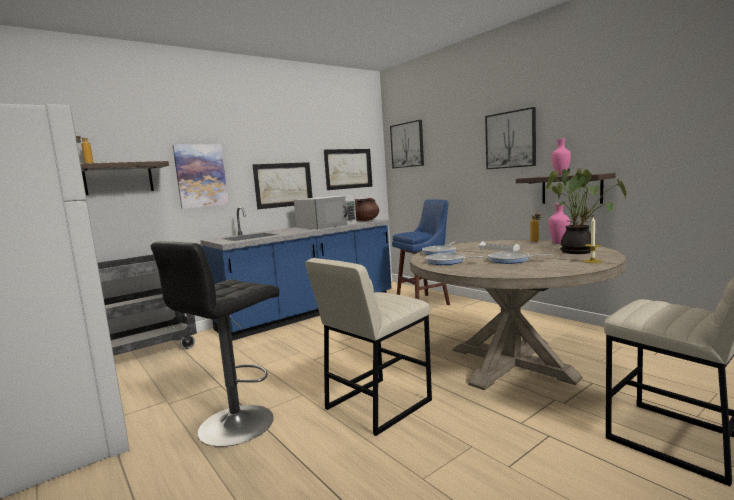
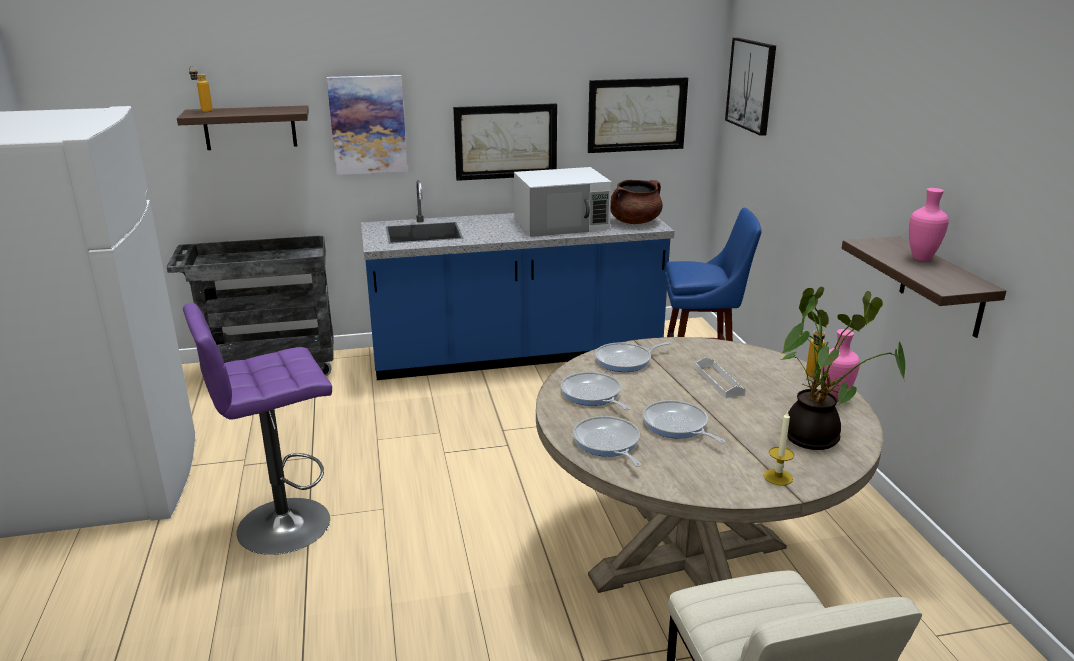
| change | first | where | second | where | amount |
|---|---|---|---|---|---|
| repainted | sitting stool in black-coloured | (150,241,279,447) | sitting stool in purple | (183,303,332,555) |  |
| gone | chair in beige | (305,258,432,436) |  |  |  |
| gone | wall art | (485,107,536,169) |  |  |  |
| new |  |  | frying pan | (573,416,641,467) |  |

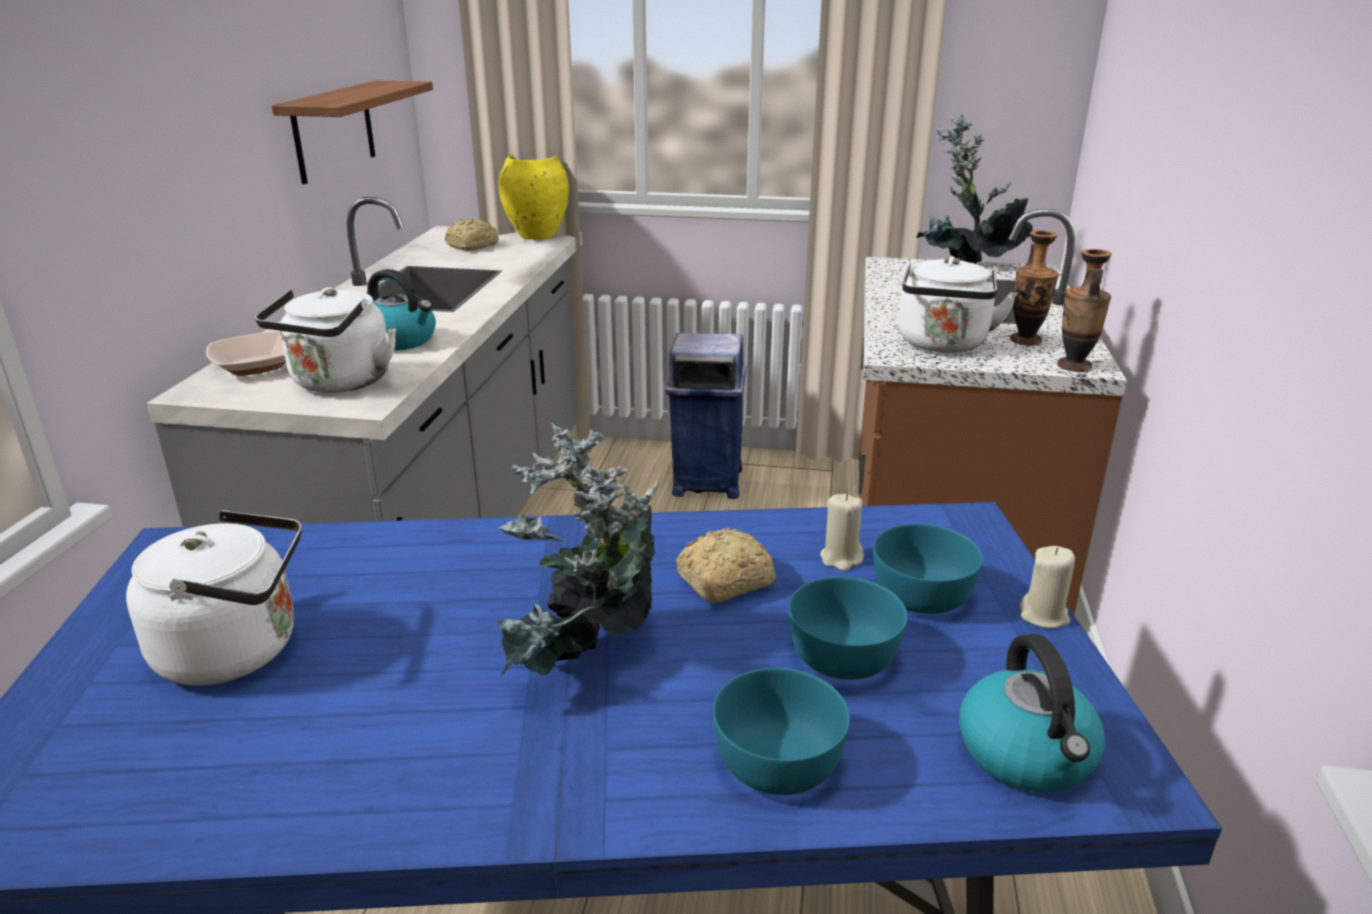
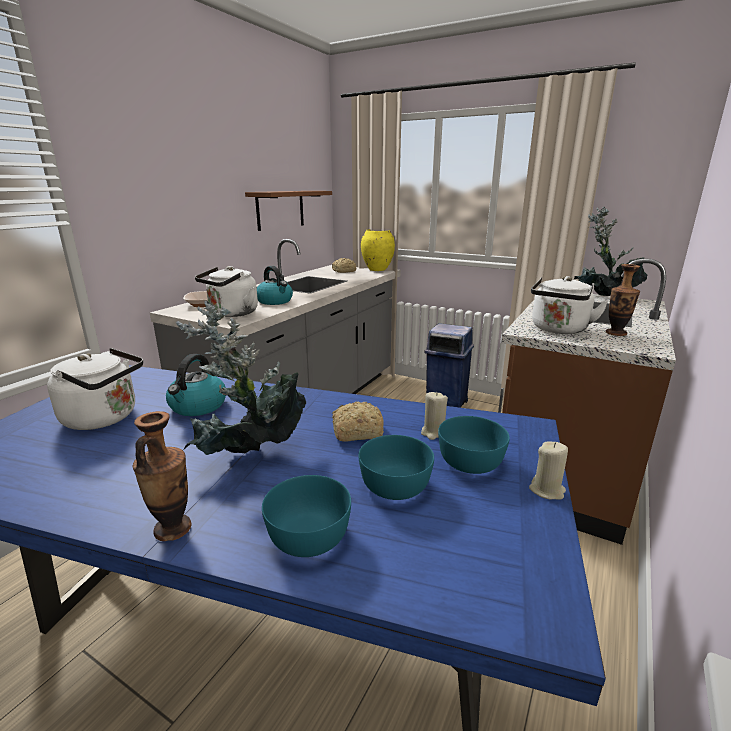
| change | first | where | second | where | amount |
|---|---|---|---|---|---|
| shifted | kettle | (959,634,1105,792) |  | (166,354,226,416) |  |
| shifted | vase | (1057,249,1112,372) |  | (133,411,192,541) |  |

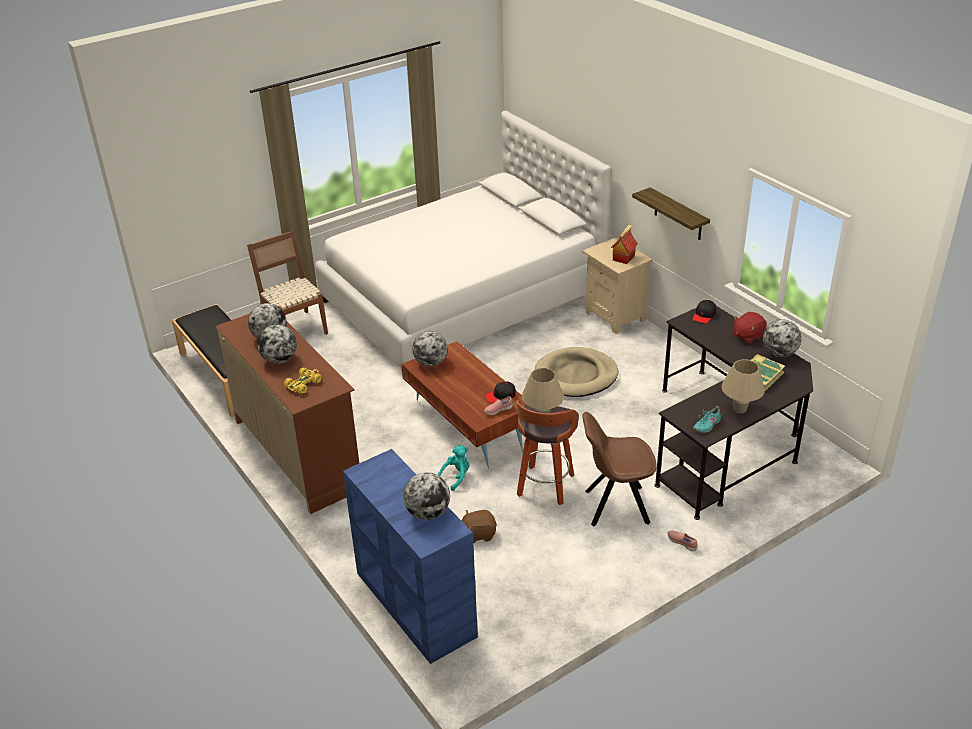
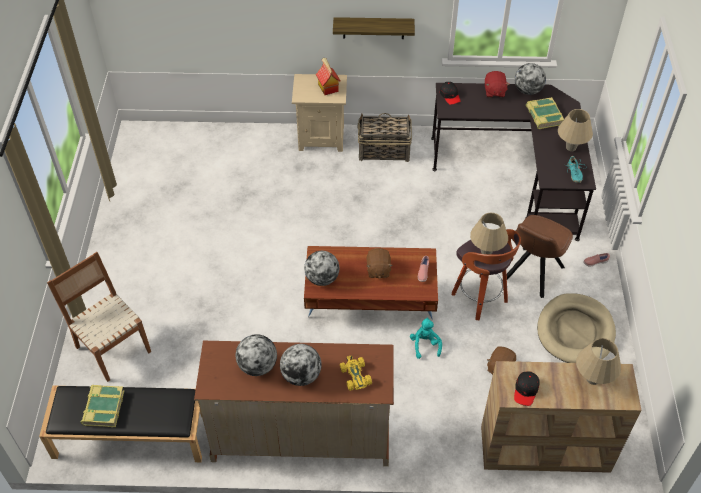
| change | first | where | second | where | amount |
|---|---|---|---|---|---|
| rotated | chair | (247,230,328,335) |  | (47,252,151,382) | 45 degrees clockwise |
| gone | bed in white-coloured | (315,111,612,369) |  |  |  |
| repainted | bookshelf in blue-coloured | (343,449,478,664) | bookshelf in brownish | (481,361,642,473) |  |
| swapped | world globe | (403,472,450,520) | table lamp in beige | (576,338,621,385) |  |
| shifted | peaked cap in black-coloured | (485,382,516,403) |  | (514,371,540,406) |  |
| shifted | dog cushion in beige | (535,347,619,397) |  | (537,293,616,363) |  |
| new |  |  | book | (81,385,124,427) |  |
| new |  |  | storage basket | (357,113,412,162) |  |
| new |  |  | cuddly toy in brownish | (366,248,393,279) |  |

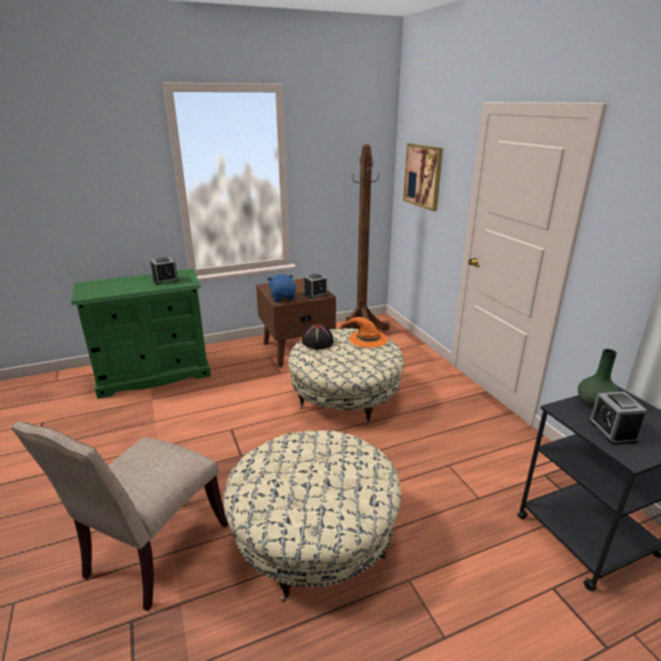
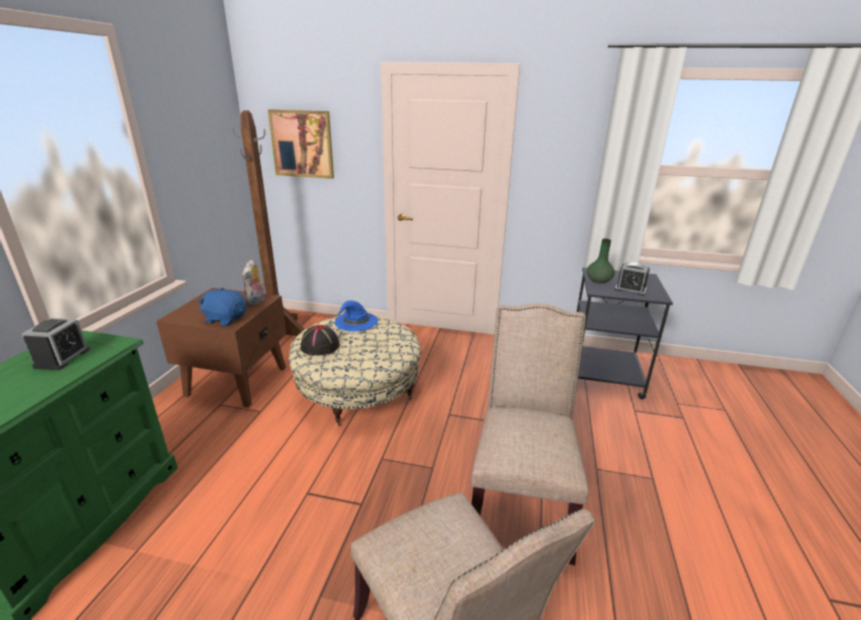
| change | first | where | second | where | amount |
|---|---|---|---|---|---|
| swapped | ottoman in beige | (223,430,401,601) | chair in beige | (471,303,589,565) |  |
| swapped | bedside clock | (304,273,328,299) | cuddly toy | (242,260,265,305) |  |
| repainted | wearable hat in orange-coloured | (342,317,388,348) | wearable hat in blue-coloured | (335,300,378,332) |  |

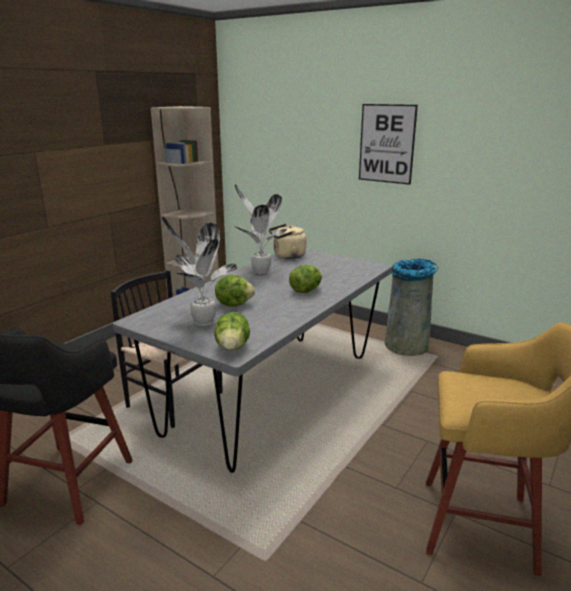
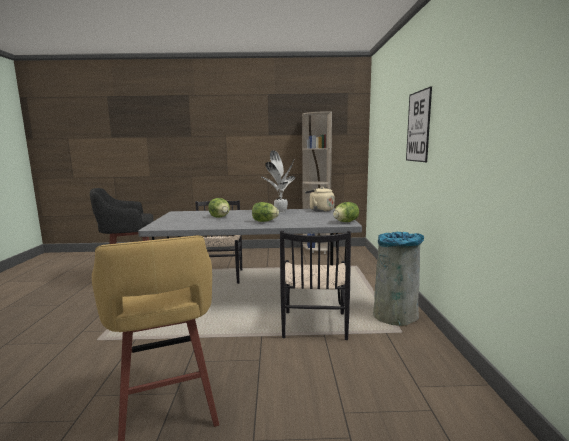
| change | first | where | second | where | amount |
|---|---|---|---|---|---|
| gone | plant in a pot | (162,217,237,326) |  |  |  |
| shifted | lettuce | (214,312,250,351) |  | (333,202,359,222) |  |
| new |  |  | chair in black-coloured | (280,230,351,340) |  |

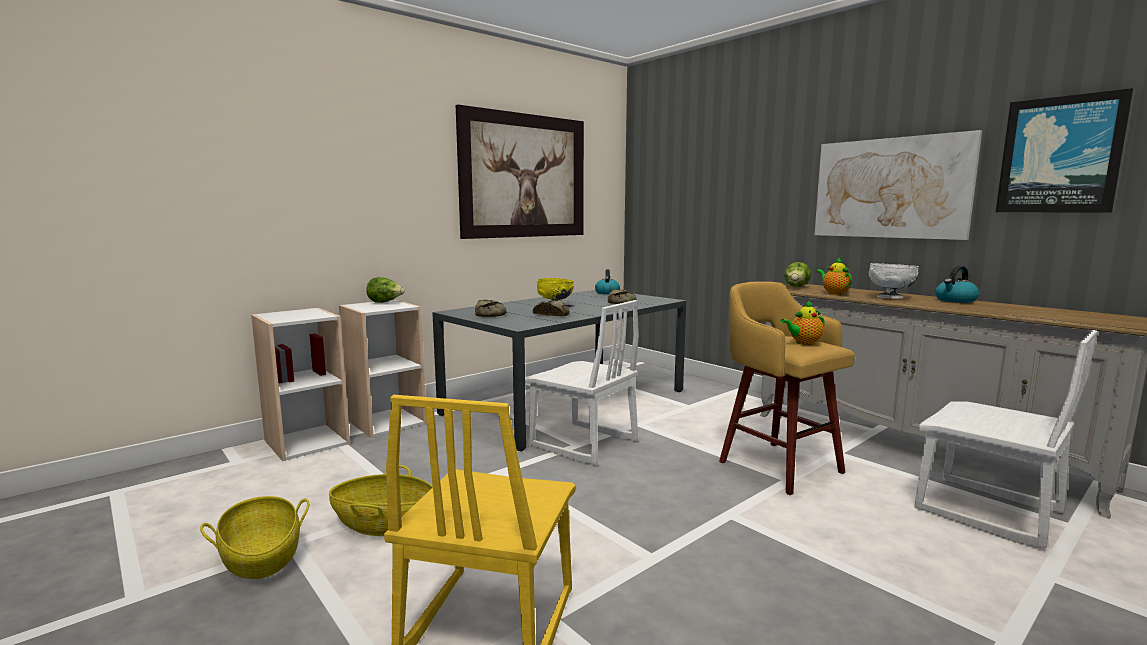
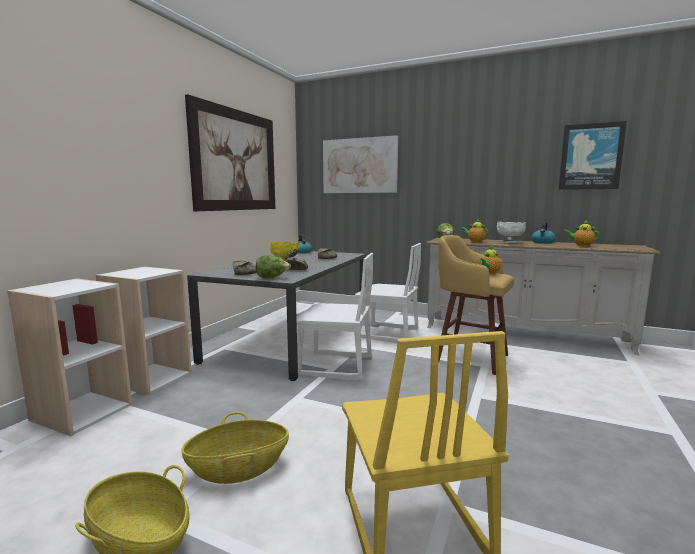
| change | first | where | second | where | amount |
|---|---|---|---|---|---|
| shifted | lettuce | (366,277,405,303) |  | (256,255,291,278) |  |
| shifted | wall art | (814,130,982,240) |  | (323,135,398,193) |  |
| shifted | chair in white-coloured | (915,330,1097,549) |  | (355,243,421,343) |  |
| new |  |  | teapot | (563,220,600,247) |  |

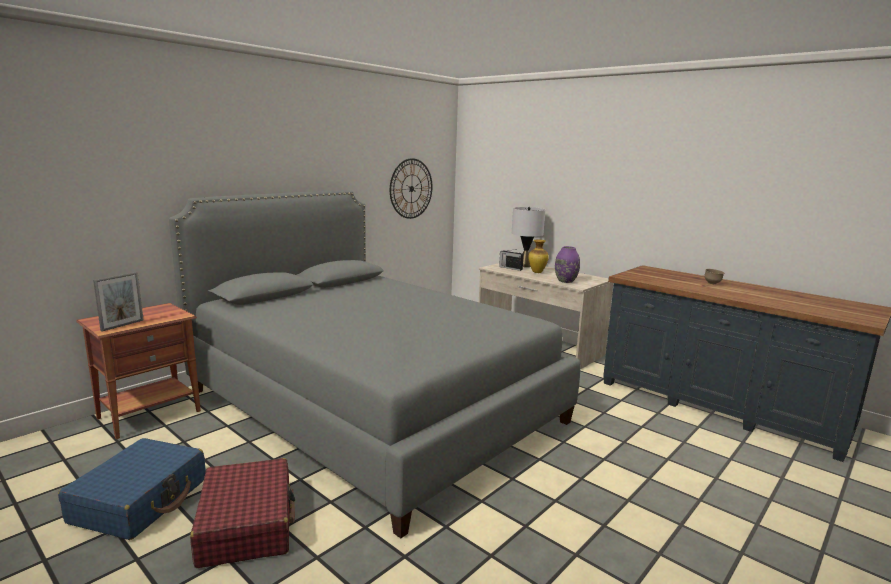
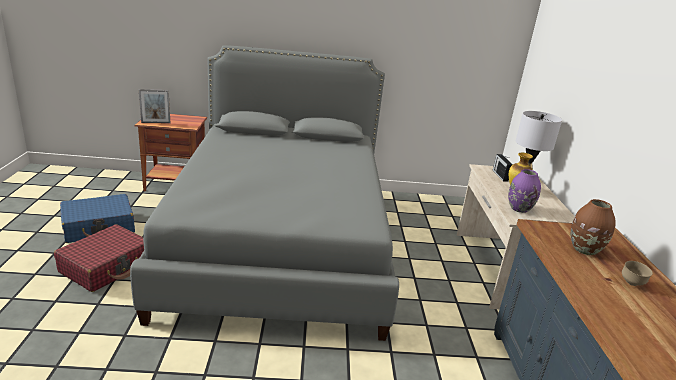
| change | first | where | second | where | amount |
|---|---|---|---|---|---|
| gone | clock on the wall | (390,158,432,219) |  |  |  |
| new |  |  | vase in brownish | (571,199,616,255) |  |

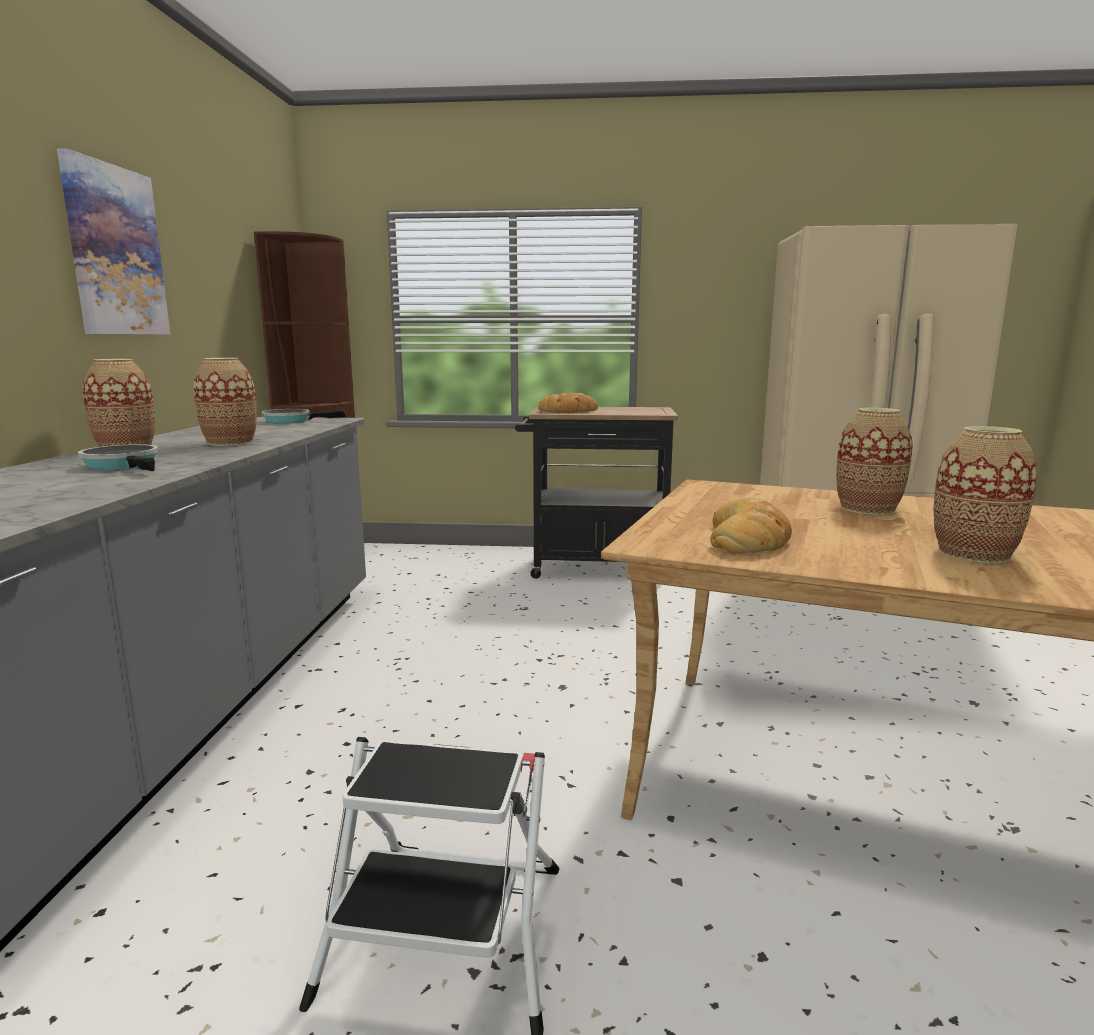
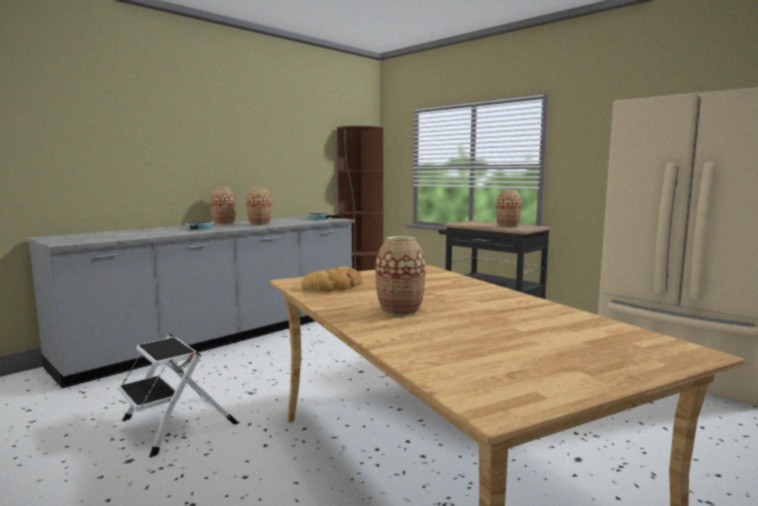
| change | first | where | second | where | amount |
|---|---|---|---|---|---|
| gone | wall art | (57,148,170,335) |  |  |  |
| gone | bread | (538,393,598,413) |  |  |  |
| shifted | vase | (836,408,913,515) |  | (496,190,522,228) |  |

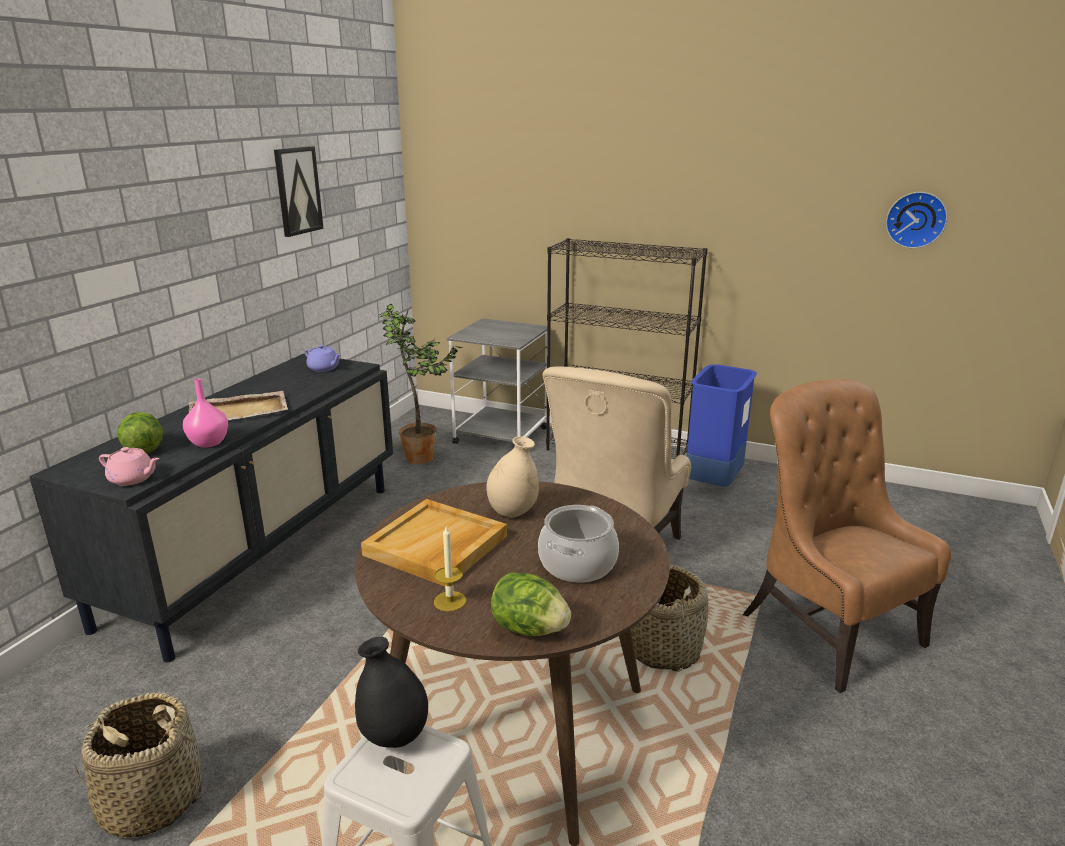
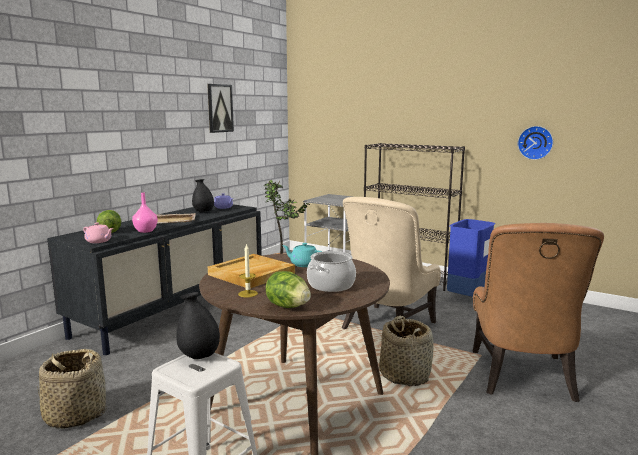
| change | first | where | second | where | amount |
|---|---|---|---|---|---|
| swapped | vase in beige | (486,436,539,517) | teapot in turquoise-coloured | (282,243,323,267) |  |
| rotated | chair in brownish | (743,379,951,693) |  | (473,223,604,402) | 150 degrees counterclockwise |
| shifted | clock on the wall | (886,192,948,248) |  | (518,126,553,160) |  |
| new |  |  | vase in black-coloured | (192,179,214,212) |  |

